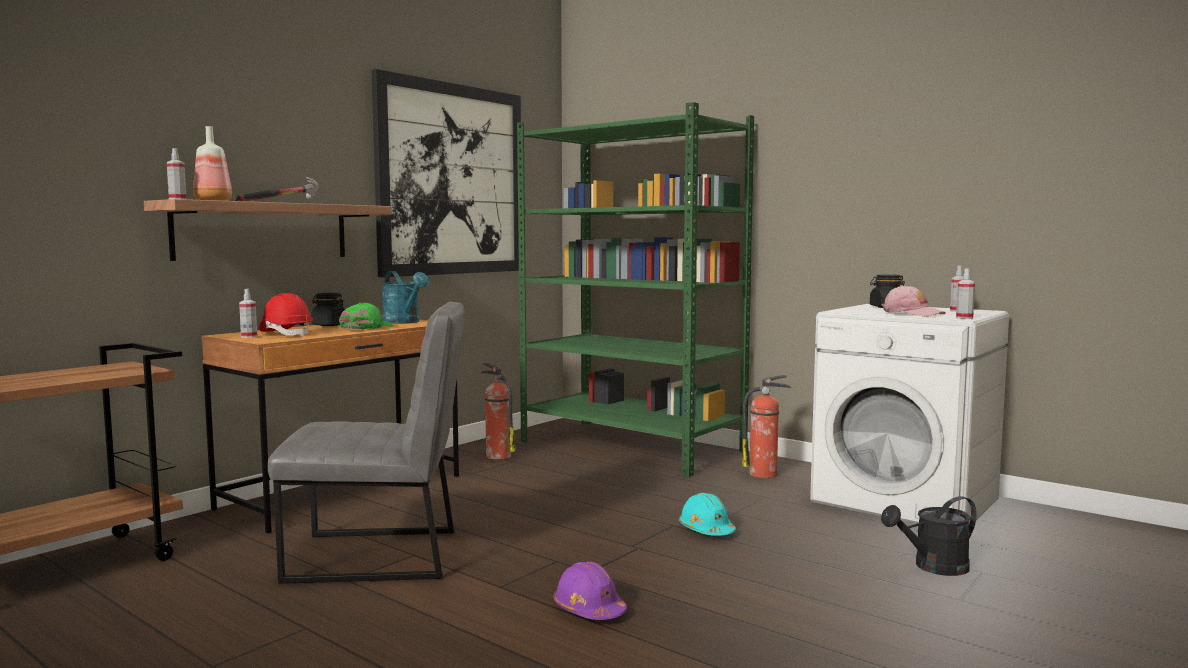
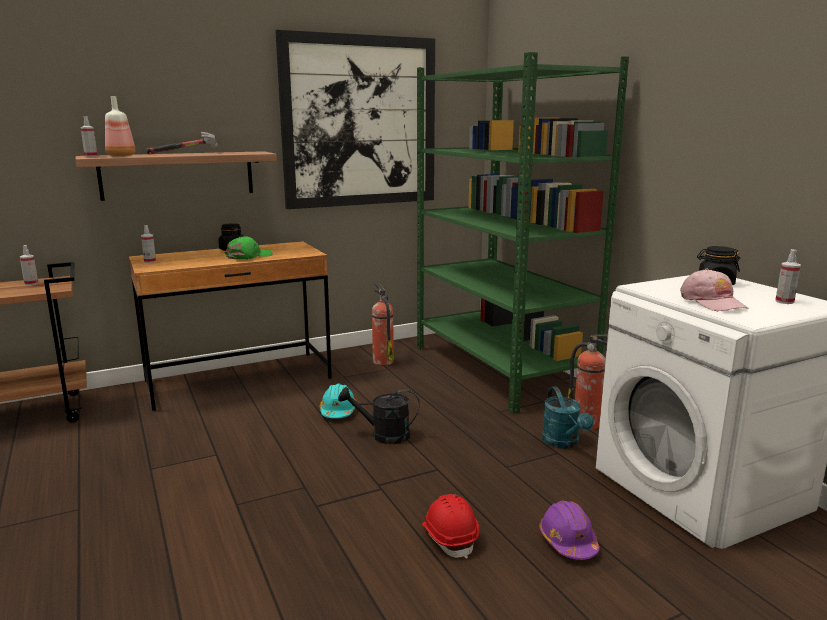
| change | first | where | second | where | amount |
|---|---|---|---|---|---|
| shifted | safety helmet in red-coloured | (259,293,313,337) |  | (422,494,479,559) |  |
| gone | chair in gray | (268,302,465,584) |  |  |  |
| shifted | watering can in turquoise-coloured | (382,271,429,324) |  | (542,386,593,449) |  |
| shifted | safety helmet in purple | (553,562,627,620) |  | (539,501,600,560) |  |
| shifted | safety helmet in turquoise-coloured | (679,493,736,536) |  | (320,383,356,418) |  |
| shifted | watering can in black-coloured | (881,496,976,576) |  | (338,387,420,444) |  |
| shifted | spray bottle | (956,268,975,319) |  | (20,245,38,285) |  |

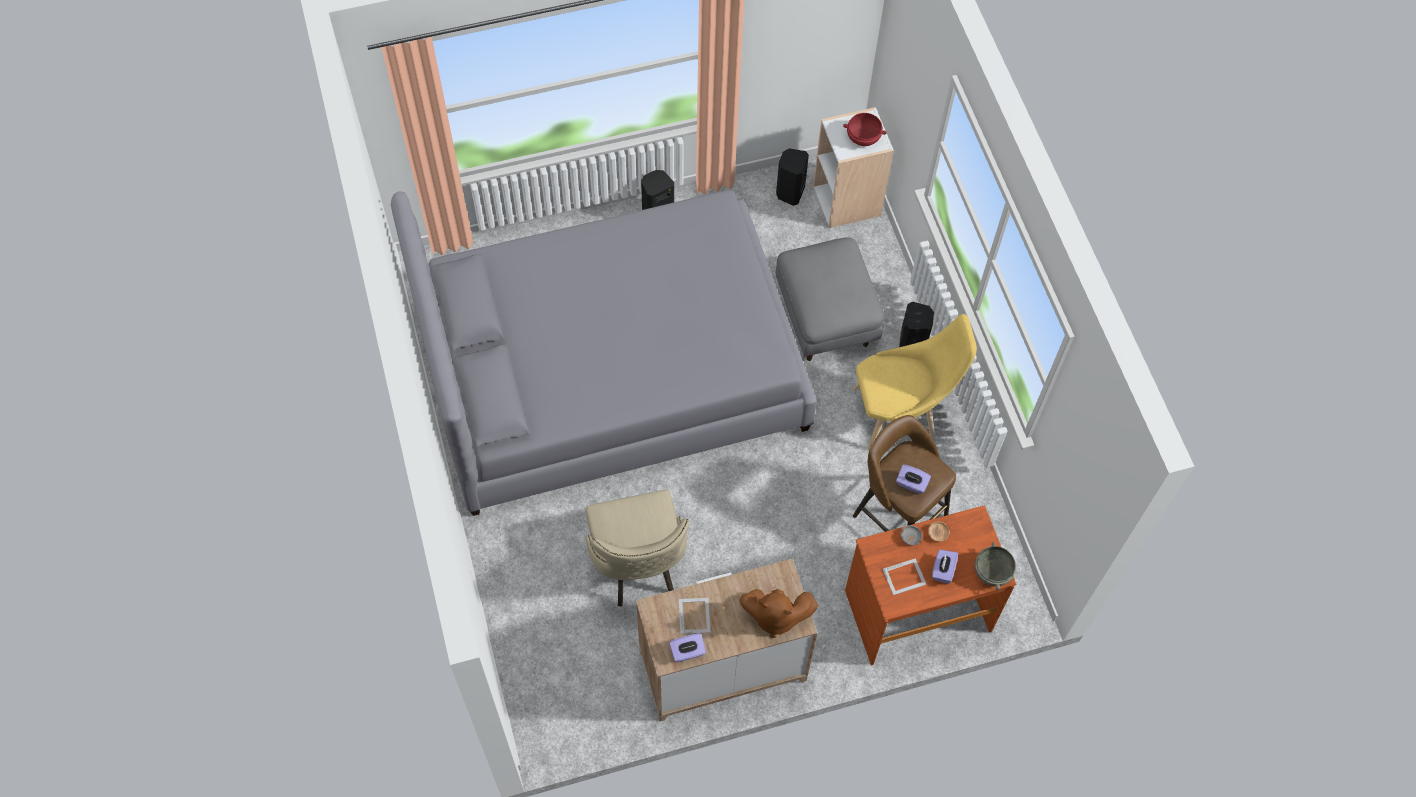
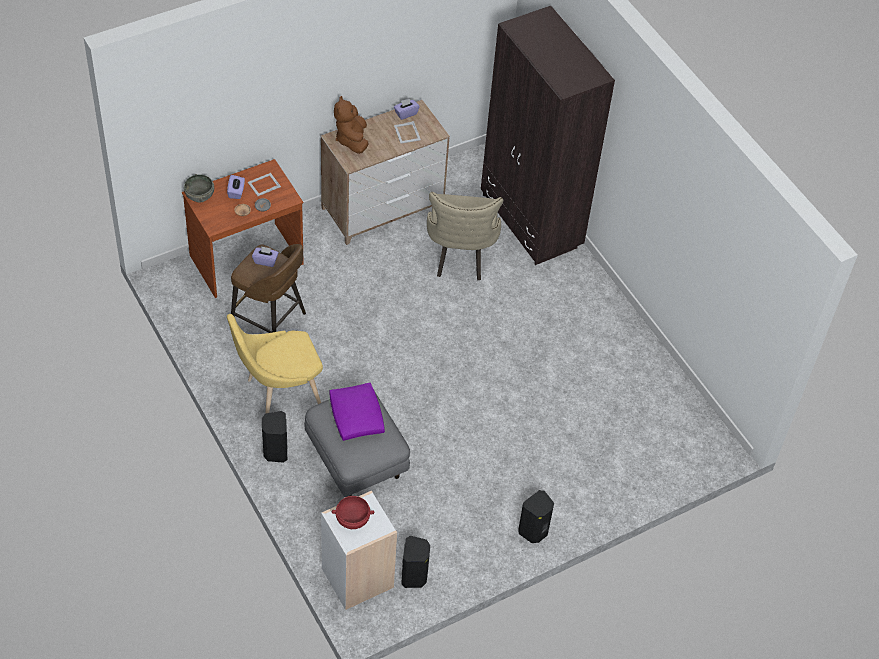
| change | first | where | second | where | amount |
|---|---|---|---|---|---|
| gone | bed in gray | (391,190,817,516) |  |  |  |
| rotated | chair in beige | (586,490,690,607) |  | (427,192,503,280) | 150 degrees counterclockwise |
| rotated | cuddly toy in brownish | (740,589,818,638) |  | (334,96,369,154) | 90 degrees counterclockwise |
| new |  |  | throw pillow in purple | (329,383,385,441) |  |
| new |  |  | wardrobe in brownish | (481,6,615,265) |  |

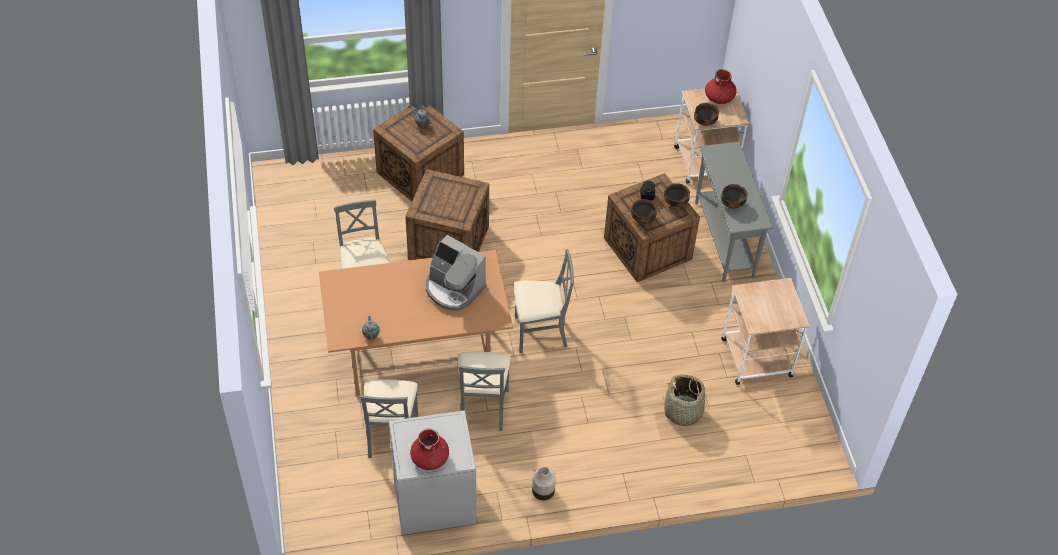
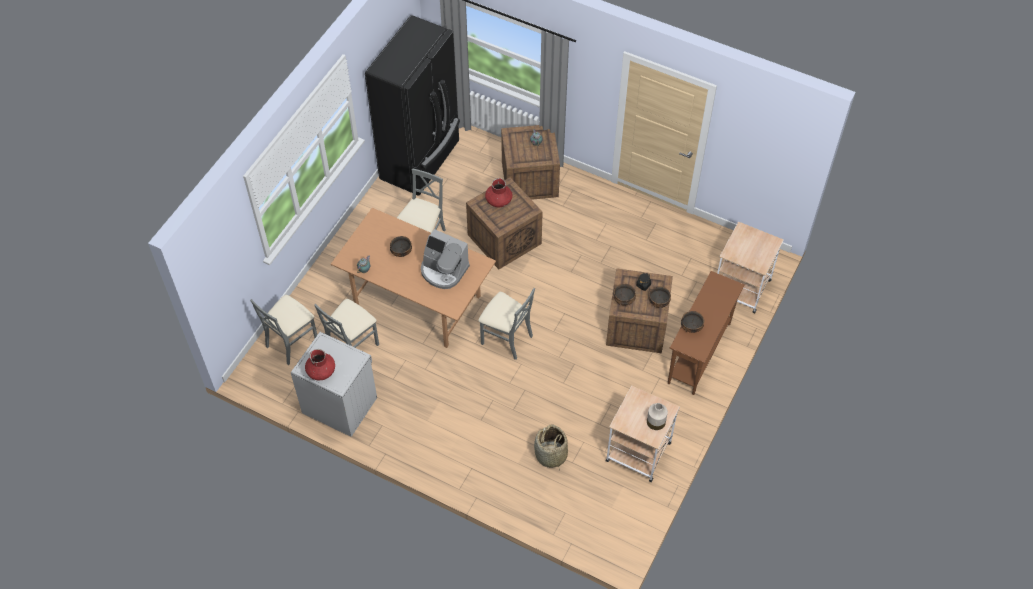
| change | first | where | second | where | amount |
|---|---|---|---|---|---|
| rotated | coffee brewer | (426,235,487,311) |  | (421,229,470,289) | 45 degrees counterclockwise |
| shifted | chair in gray | (458,352,511,431) |  | (250,295,317,365) |  |
| shifted | vase in beige | (532,467,556,500) |  | (647,403,668,430) |  |
| shifted | bowl | (694,103,719,126) |  | (390,236,412,257) |  |
| repainted | narrow table in gray | (695,142,773,283) | narrow table in brownish | (668,271,745,395) |  |
| shifted | vase in red-coloured | (705,69,737,104) |  | (485,178,513,208) |  |
| new |  |  | refrigerator in black-coloured | (365,15,460,196) |  |

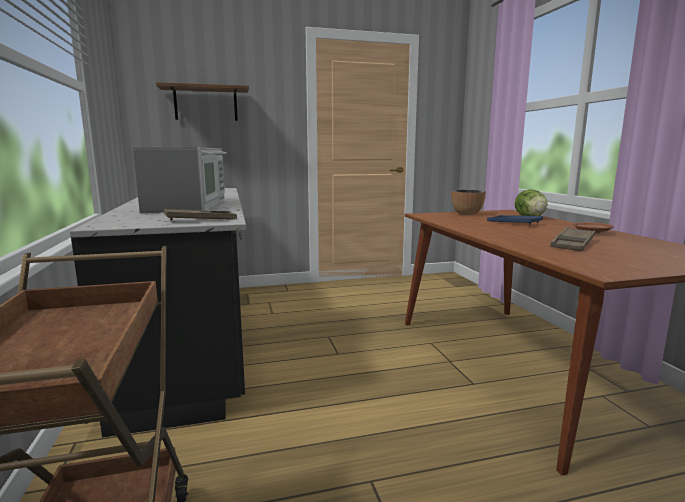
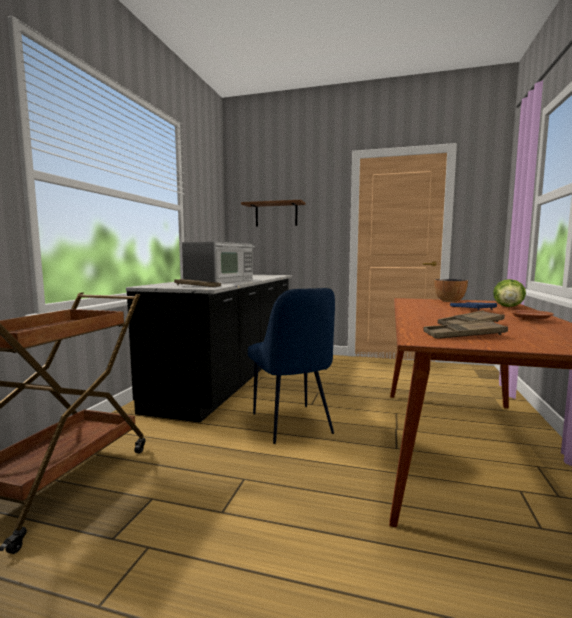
| change | first | where | second | where | amount |
|---|---|---|---|---|---|
| new |  |  | chair in blue-coloured | (248,288,335,444) |  |
| new |  |  | serving tray in brownish | (424,320,508,339) |  |

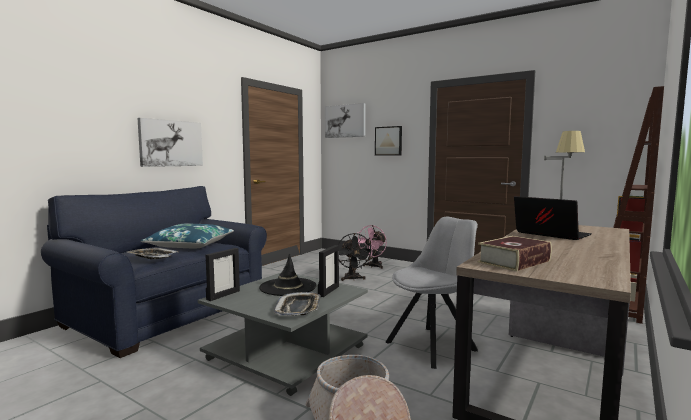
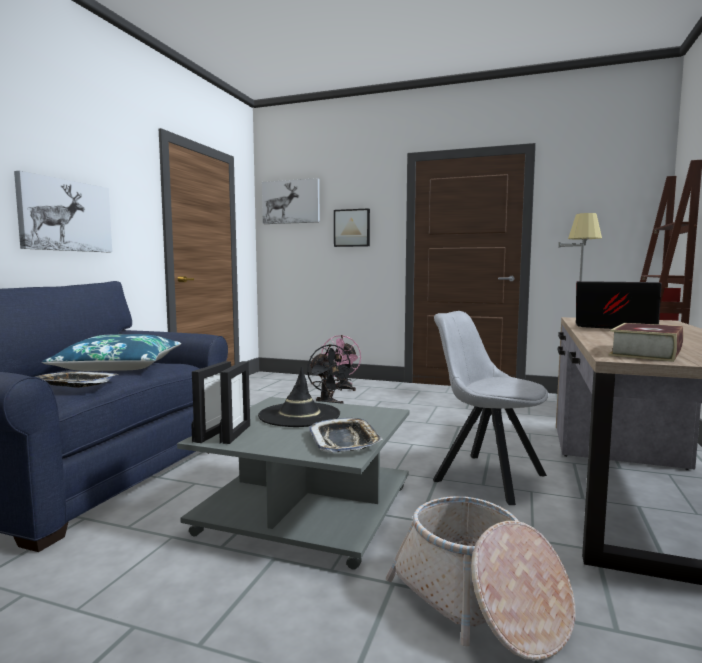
| change | first | where | second | where | amount |
|---|---|---|---|---|---|
| shifted | picture frame | (318,245,339,297) |  | (219,361,250,444) |  |
| rotated | chair in gray | (385,217,478,369) |  | (433,311,549,505) | 90 degrees counterclockwise |

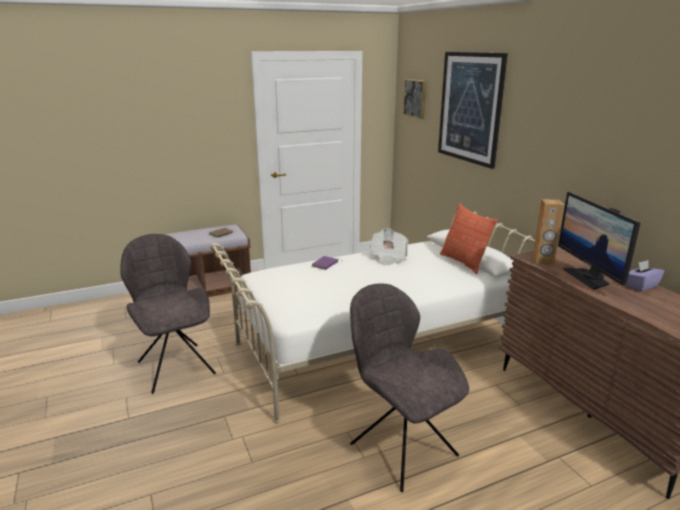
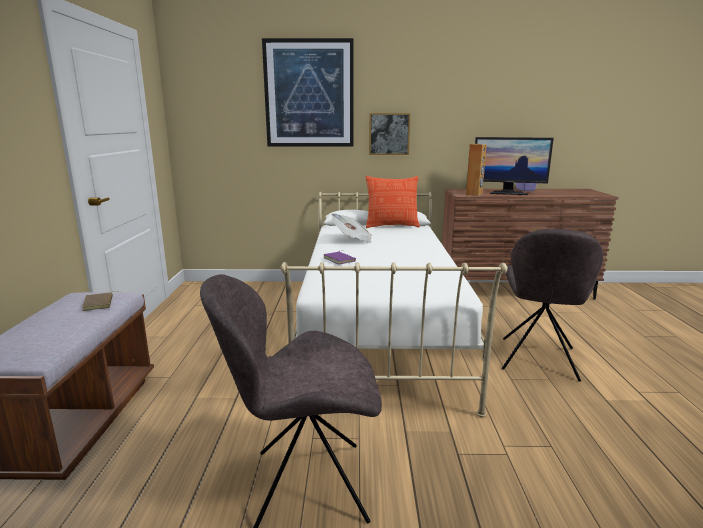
| change | first | where | second | where | amount |
|---|---|---|---|---|---|
| rotated | chair in gray | (350,284,469,492) |  | (502,229,603,381) | 60 degrees counterclockwise |
| shifted | wall art | (403,78,426,119) |  | (369,113,411,155) |  |

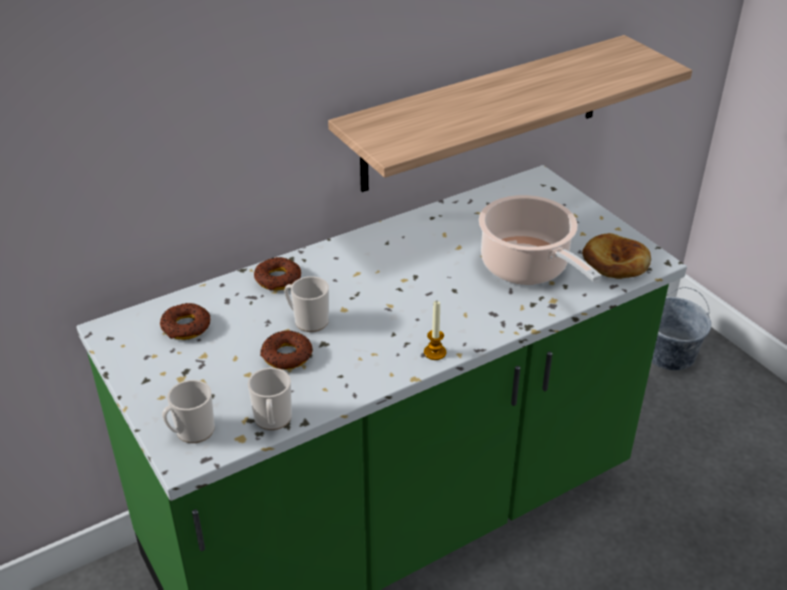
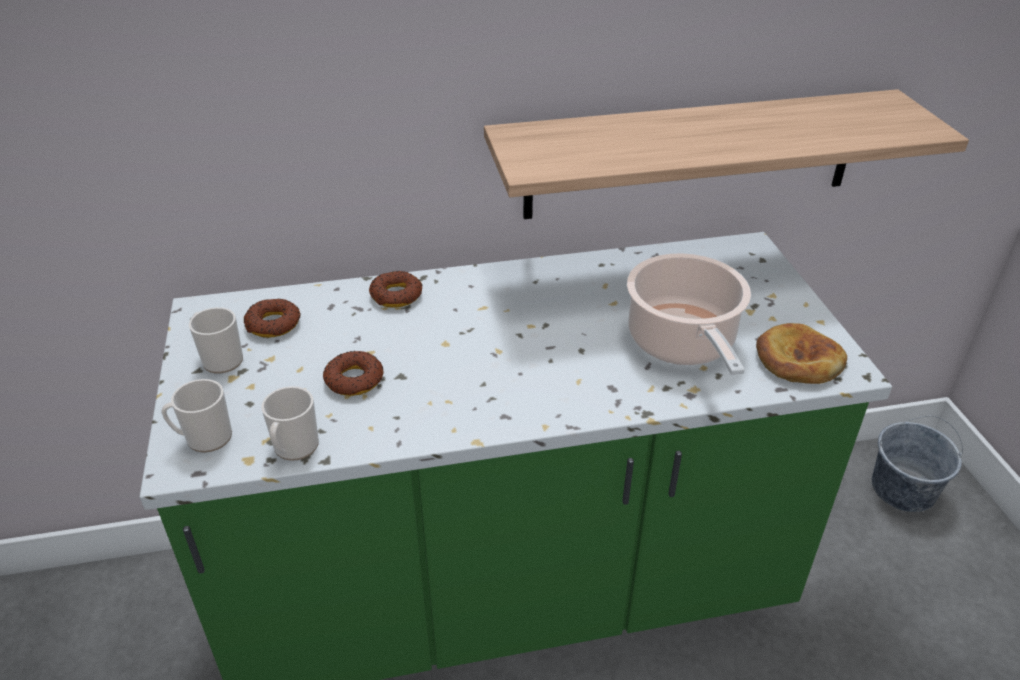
| change | first | where | second | where | amount |
|---|---|---|---|---|---|
| shifted | tea mug | (284,276,329,332) |  | (189,307,243,374) |  |
| gone | wax light | (424,301,446,360) |  |  |  |

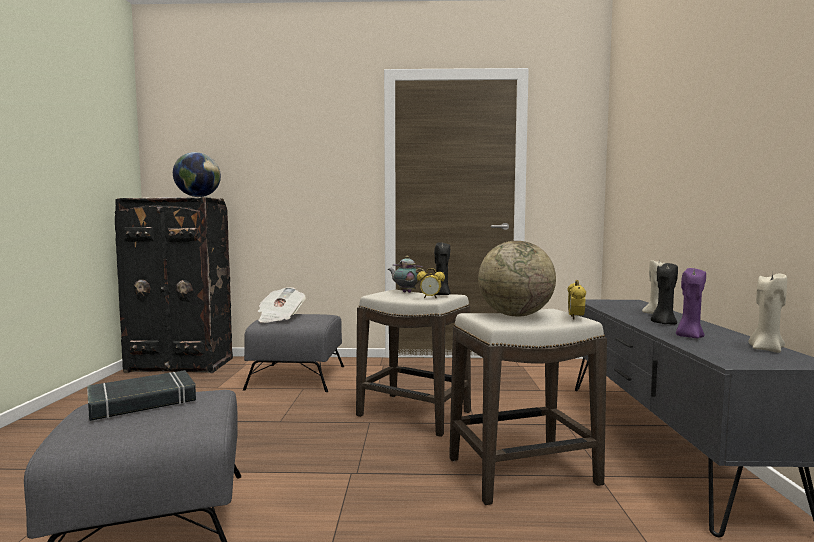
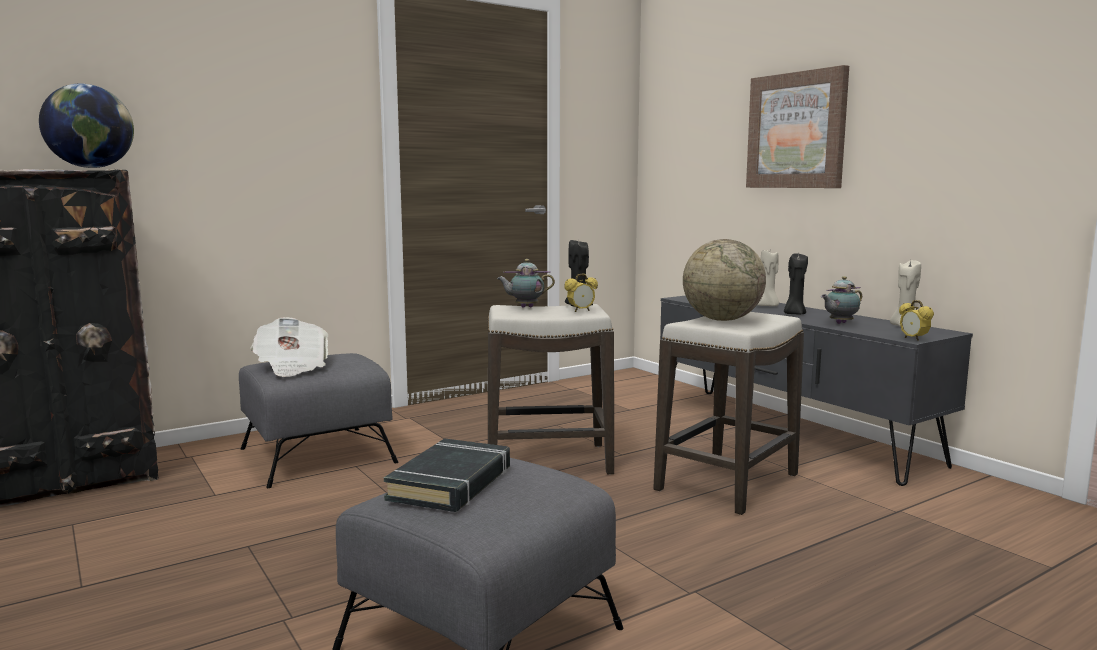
| change | first | where | second | where | amount |
|---|---|---|---|---|---|
| shifted | bedside clock | (567,280,586,320) |  | (899,300,934,341) |  |
| swapped | wax light in purple | (676,267,706,339) | teapot | (821,276,862,324) |  |
| new |  |  | wall art | (746,65,849,188) |  |

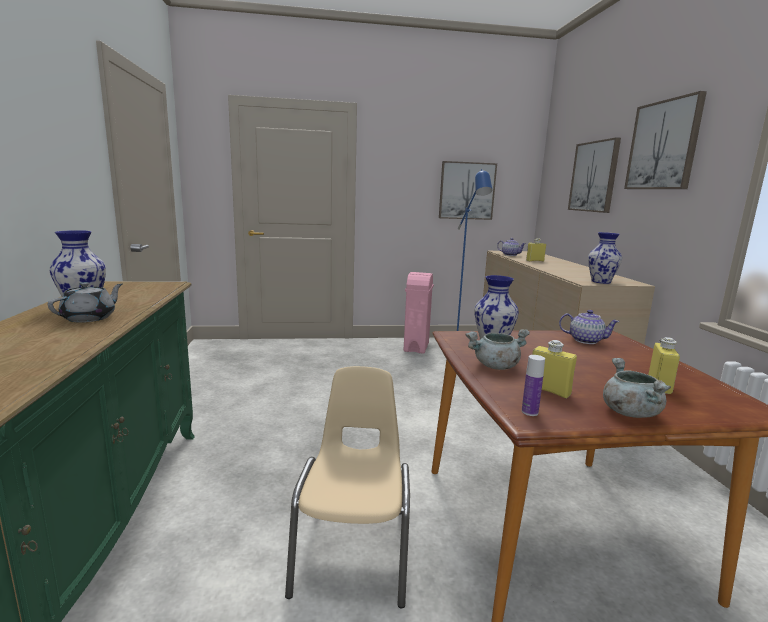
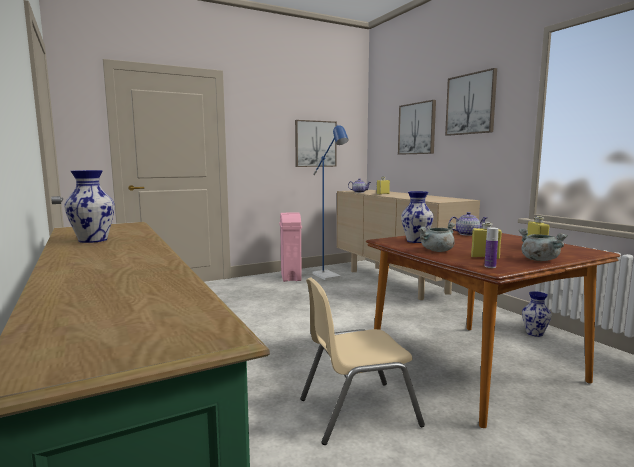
| change | first | where | second | where | amount |
|---|---|---|---|---|---|
| gone | teapot in gray | (48,282,122,323) |  |  |  |
| rotated | chair in beige | (285,366,410,608) |  | (300,278,425,445) | 90 degrees counterclockwise |
| shifted | vase | (588,232,622,284) |  | (522,291,552,337) |  |

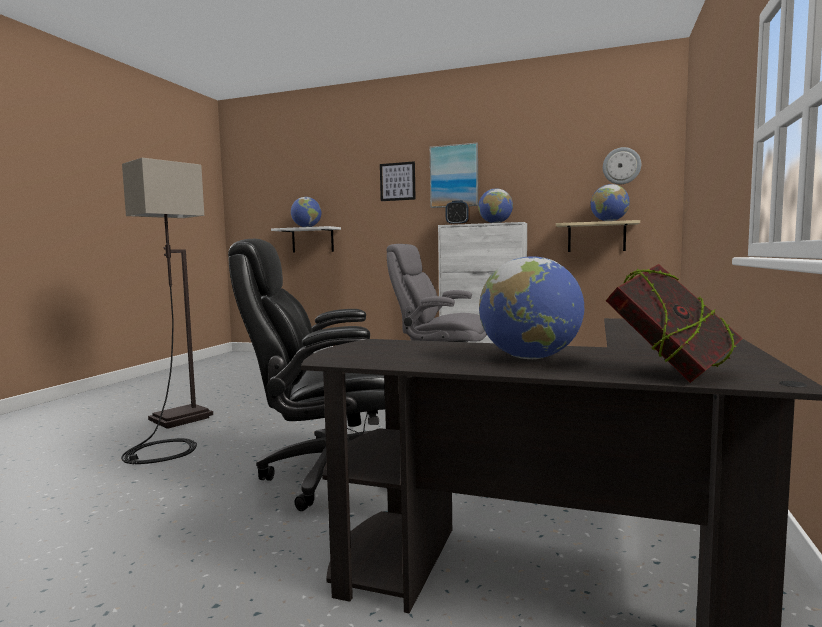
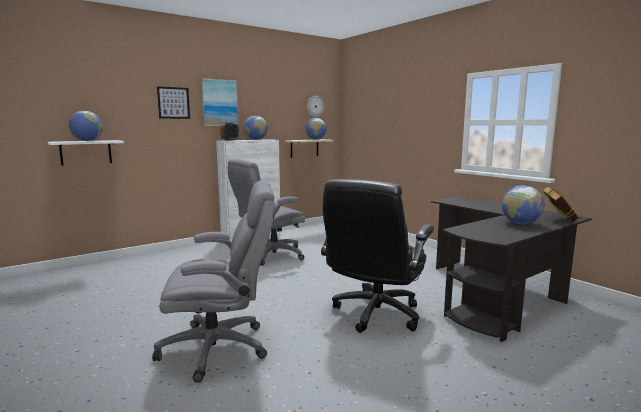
| change | first | where | second | where | amount |
|---|---|---|---|---|---|
| swapped | floor lamp | (121,158,213,465) | computer chair in gray | (152,180,275,382) |  |

